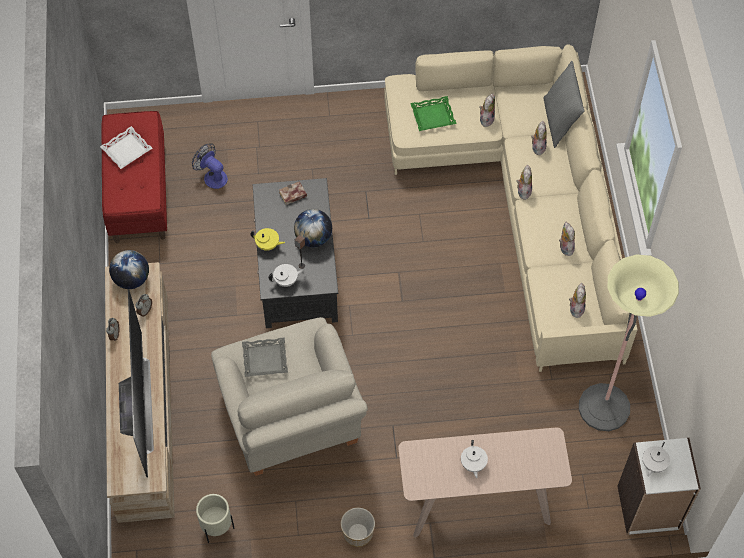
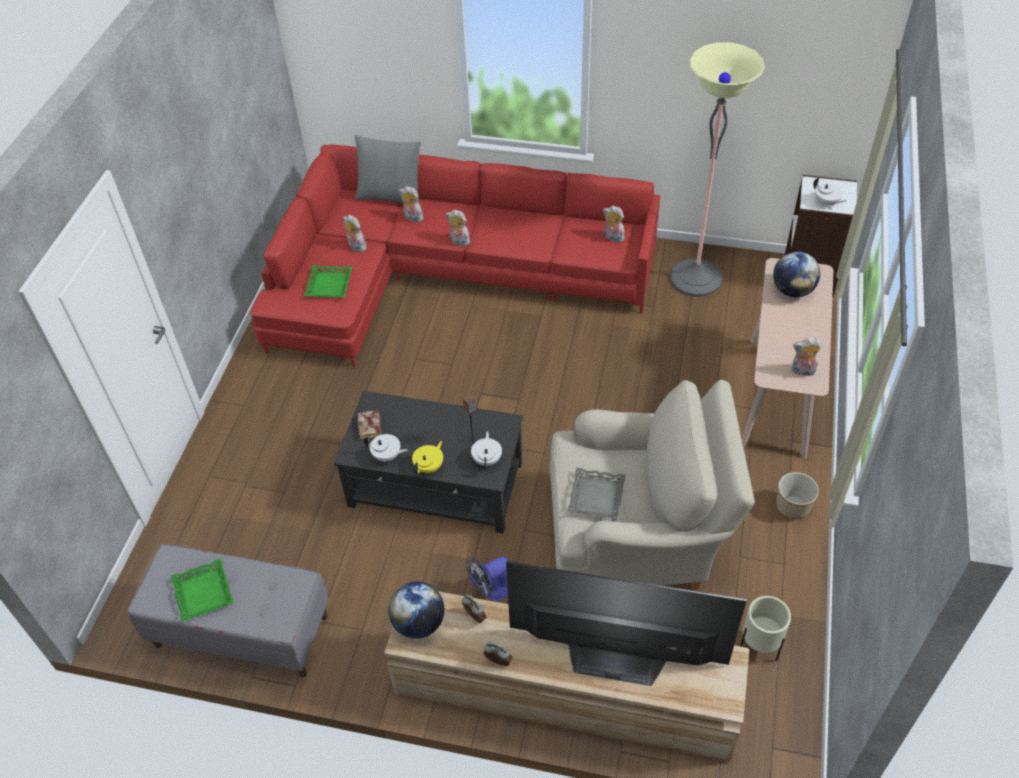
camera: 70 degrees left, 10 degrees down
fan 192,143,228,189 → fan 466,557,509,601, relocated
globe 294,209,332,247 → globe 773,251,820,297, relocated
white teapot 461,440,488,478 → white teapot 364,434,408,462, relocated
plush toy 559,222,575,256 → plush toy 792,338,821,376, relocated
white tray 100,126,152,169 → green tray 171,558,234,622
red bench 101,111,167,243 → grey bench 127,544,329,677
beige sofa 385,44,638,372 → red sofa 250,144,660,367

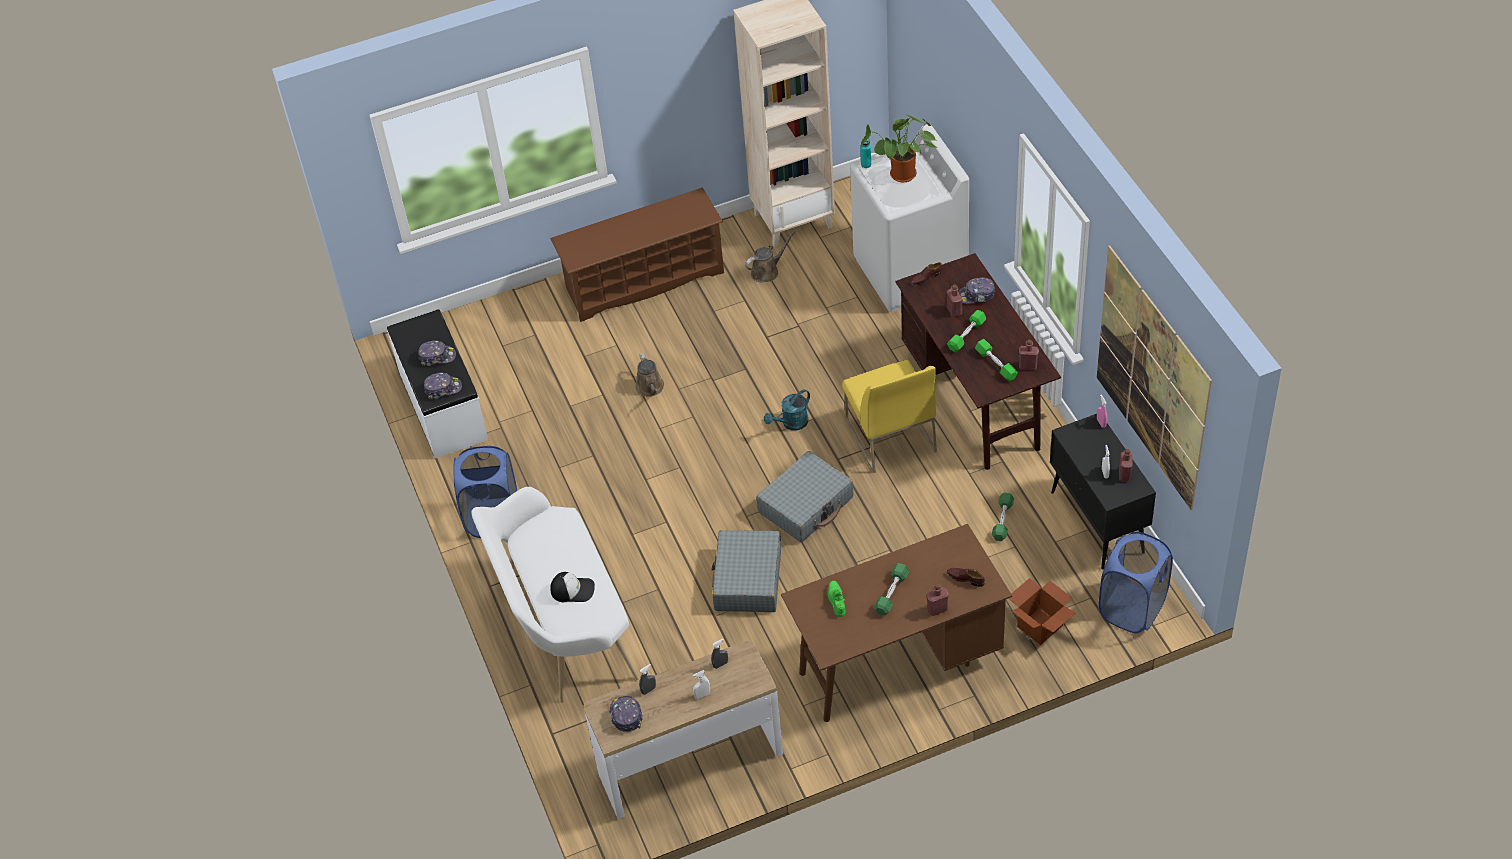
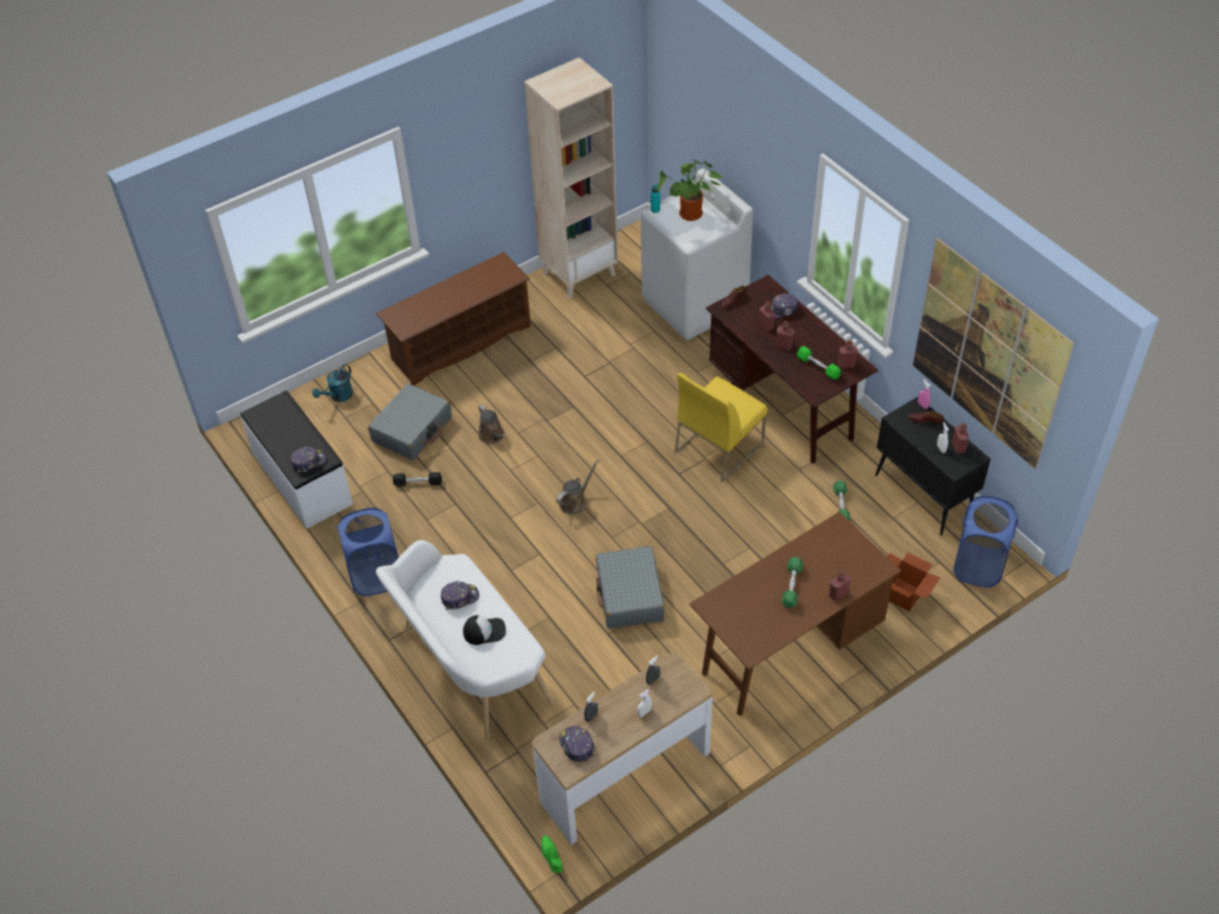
camera: 15 degrees left, 0 degrees up
- → black dumbbell 393,472,442,486
cap 418,340,456,366 → cap 441,581,479,610, relocated
brown watering can 745,231,796,282 → brown watering can 556,459,599,515, relocated
grey suitcase 756,451,853,542 → grey suitcase 368,384,452,460, relocated
turquoise watering can 764,389,810,430 → turquoise watering can 312,364,353,402, relocated
green shoe 828,581,846,617 → green shoe 541,835,562,873, relocated
brown shoe 947,568,985,587 → brown shoe 908,411,944,425, relocated
green dumbbell 947,310,986,353 → red bottle 776,321,794,350
yellow chair 842,360,937,473 → yellow chair 674,373,768,482, 75 degrees clockwise

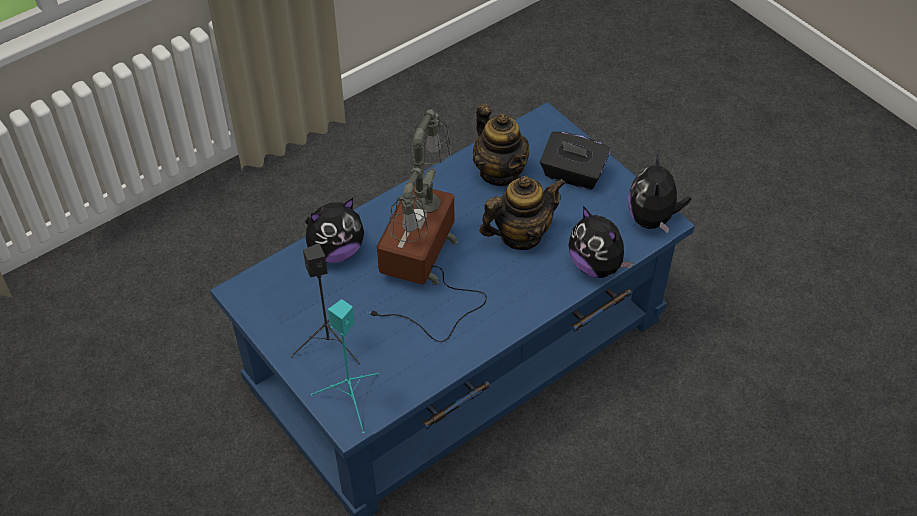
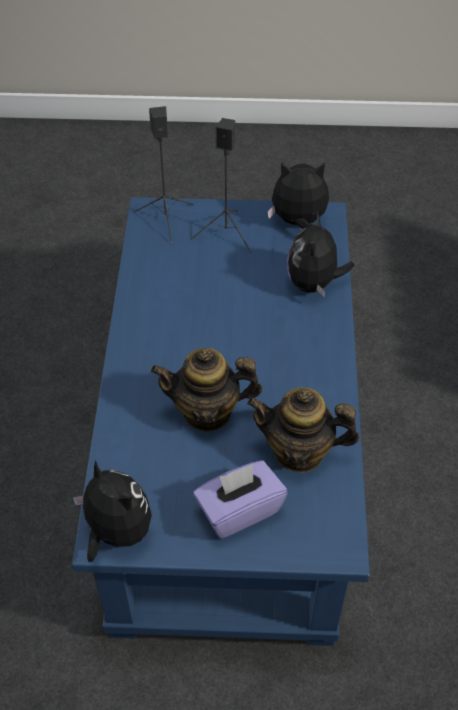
camera: 130 degrees right, 0 degrees up
table lamp 368,109,487,342 → -
plush toy 568,206,634,278 → plush toy 267,162,329,229, relocated
turquoise speaker 311,299,379,434 → black speaker 133,106,194,244
black tissue box 540,132,611,190 → purple tissue box 193,460,288,539
teapot 480,176,566,250 → teapot 151,348,262,432, 75 degrees clockwise

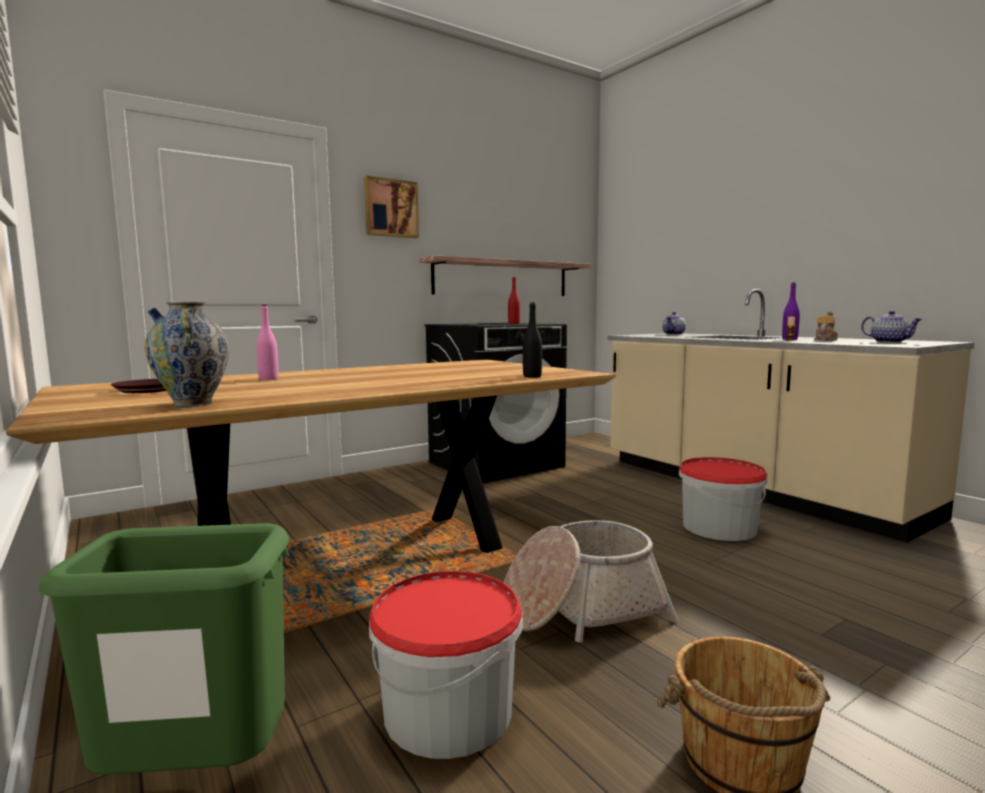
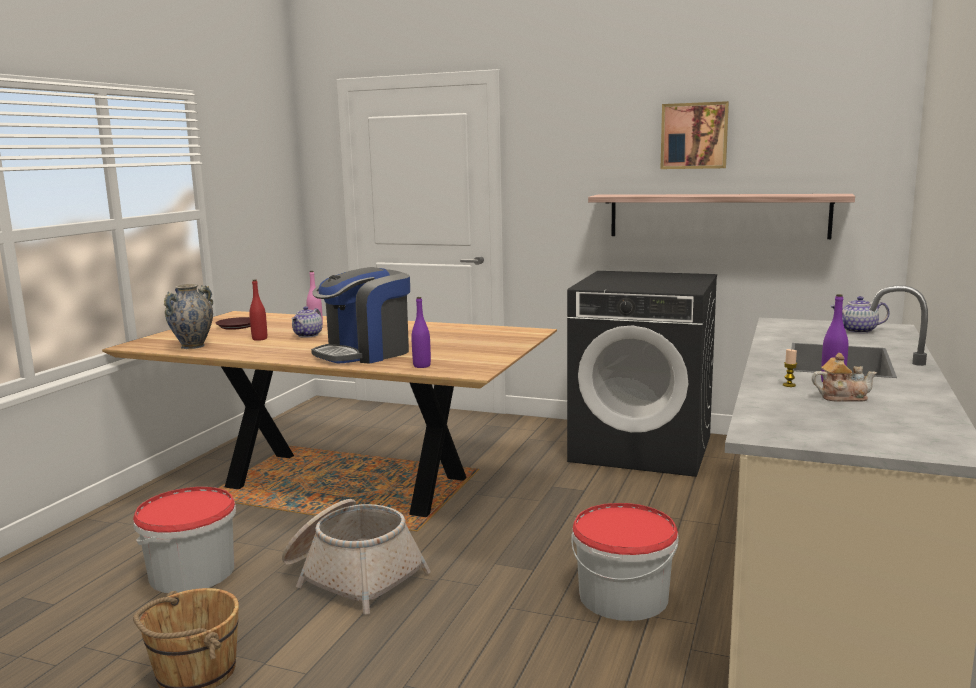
camera: 55 degrees right, 5 degrees up
green trash can 38,523,289,775 → -
- → coffee machine 311,267,410,364
picture 364,176,419,238 → picture 661,101,729,169, relocated
red bottle 508,277,520,324 → red bottle 249,280,267,341, relocated
teapot 861,311,923,343 → teapot 291,306,323,338, relocated
black bottle 523,302,542,377 → purple bottle 412,297,431,368

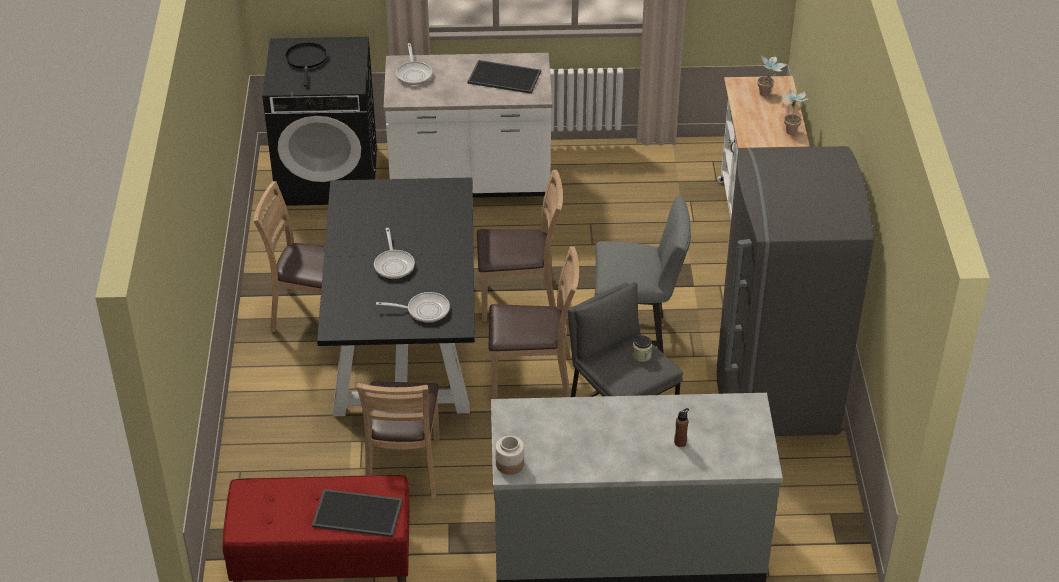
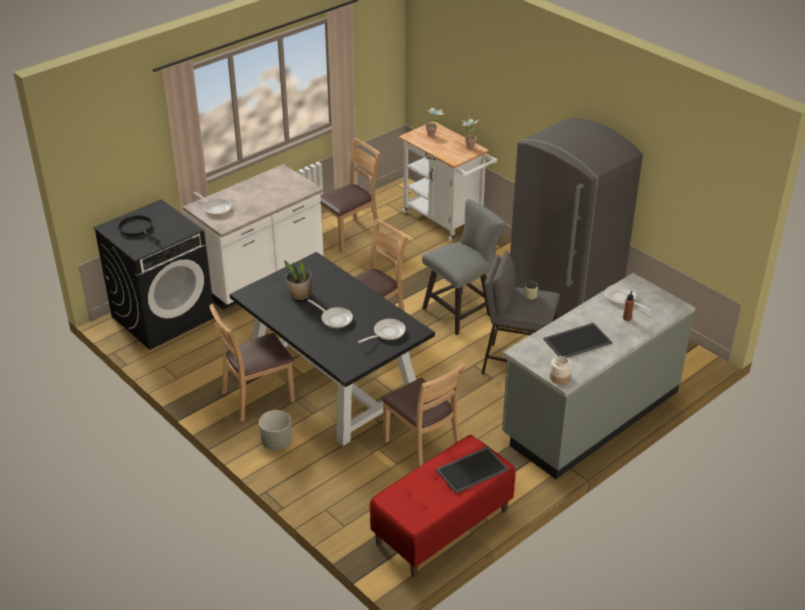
camera: 40 degrees left, 5 degrees down
- → grey planter 259,410,292,450
- → potted plant 285,261,312,300
- → frying pan 605,284,651,311
tray 467,60,541,94 → tray 543,323,612,358, relocated
brown chair 489,246,579,399 → brown chair 320,138,381,253, relocated

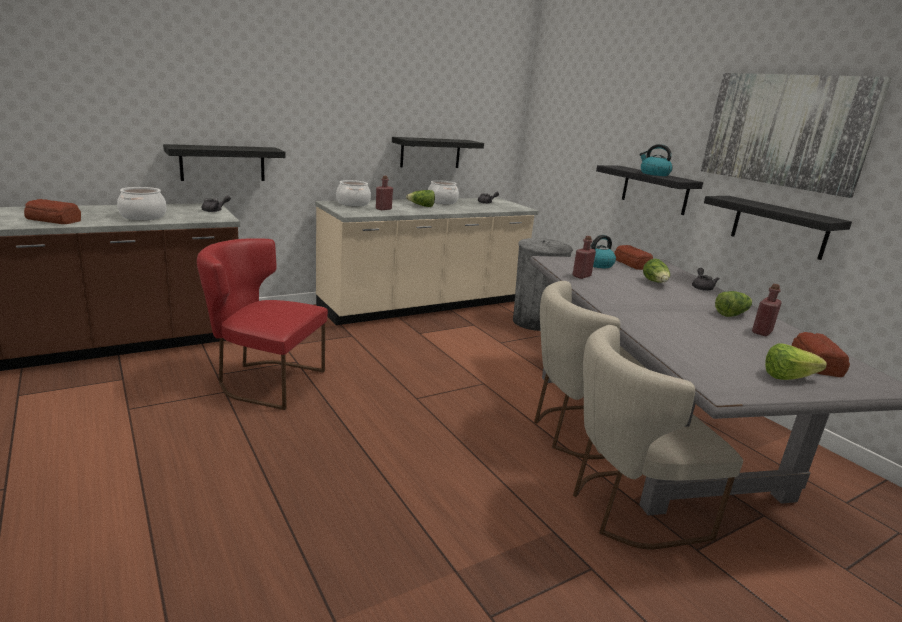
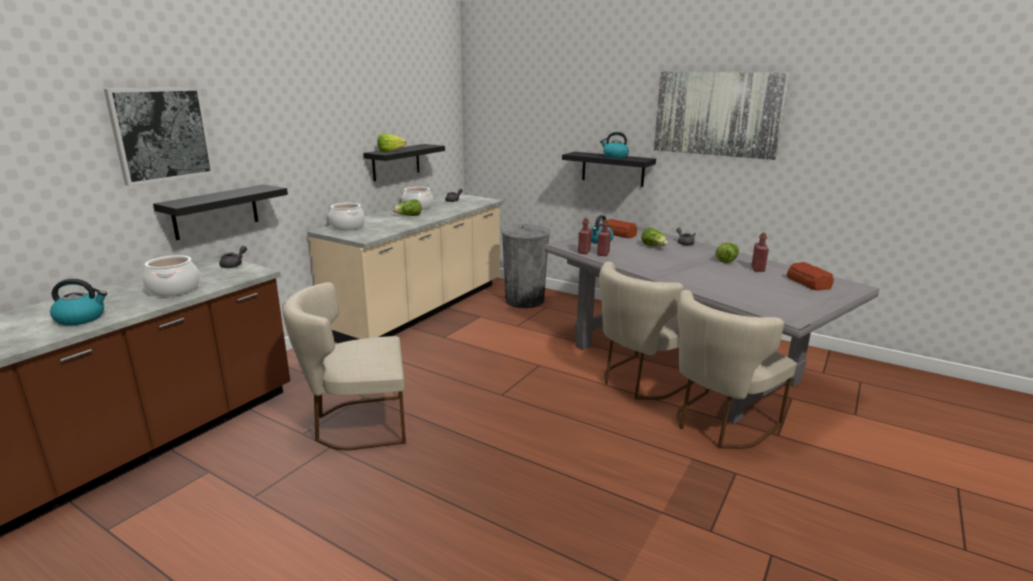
camera: 25 degrees left, 0 degrees up
black shelf 704,196,852,260 → -
- → picture 104,87,214,186
red bottle 376,176,393,210 → red bottle 578,218,592,254, relocated
lettuce 765,343,827,380 → lettuce 377,134,406,152, relocated
bread 24,199,81,224 → kettle 50,279,107,326
red chair 197,238,328,410 → beige chair 282,282,406,450

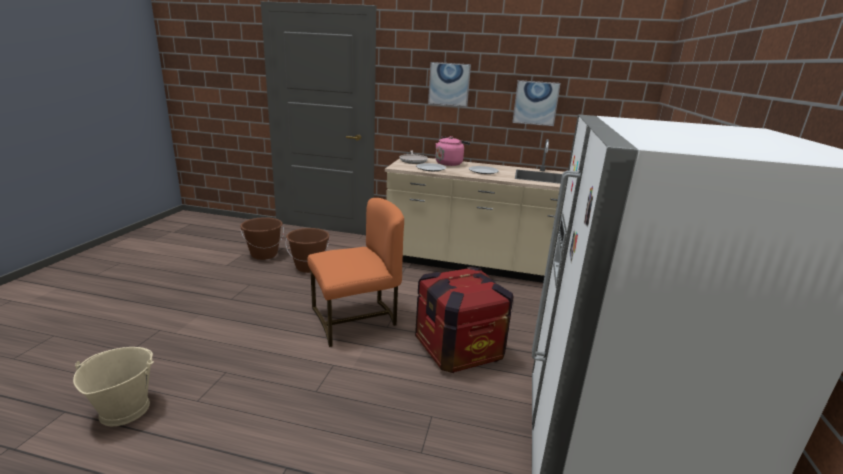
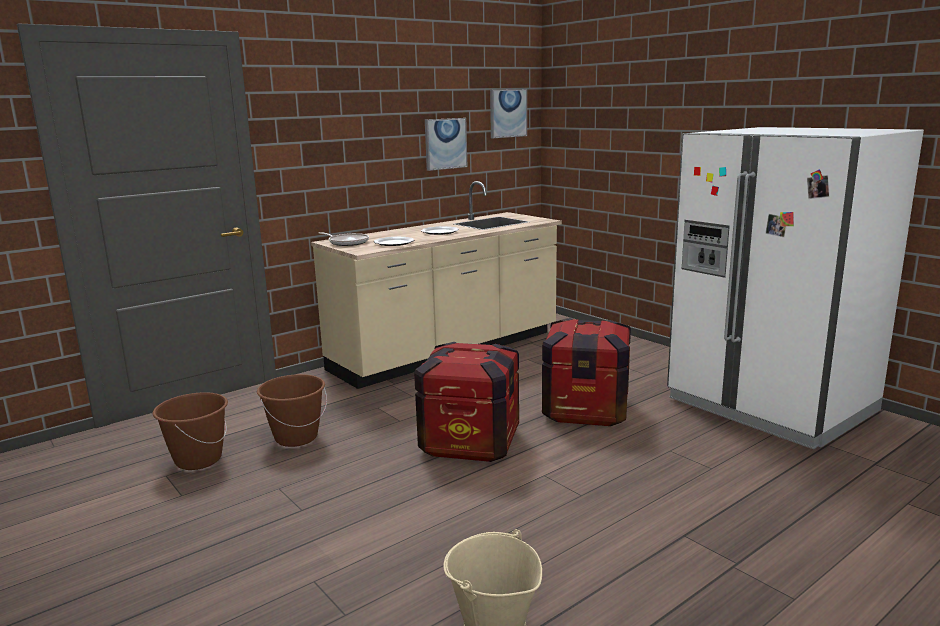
camera: 50 degrees left, 5 degrees down
pink kettle 435,136,470,166 → -
picture 428,62,471,107 → picture 490,89,527,138, relocated
orange chair 307,198,404,347 → crate 414,342,519,462

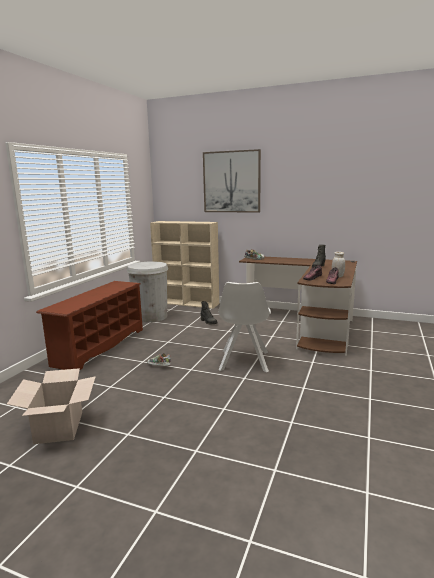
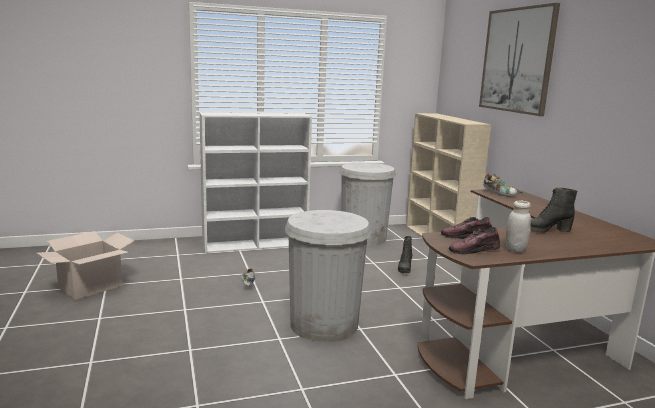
camera: 50 degrees right, 0 degrees up
brown shoe rack 36,281,143,371 → white bookcase 199,113,312,253
white chair 218,282,271,372 → white trash can 285,210,371,342

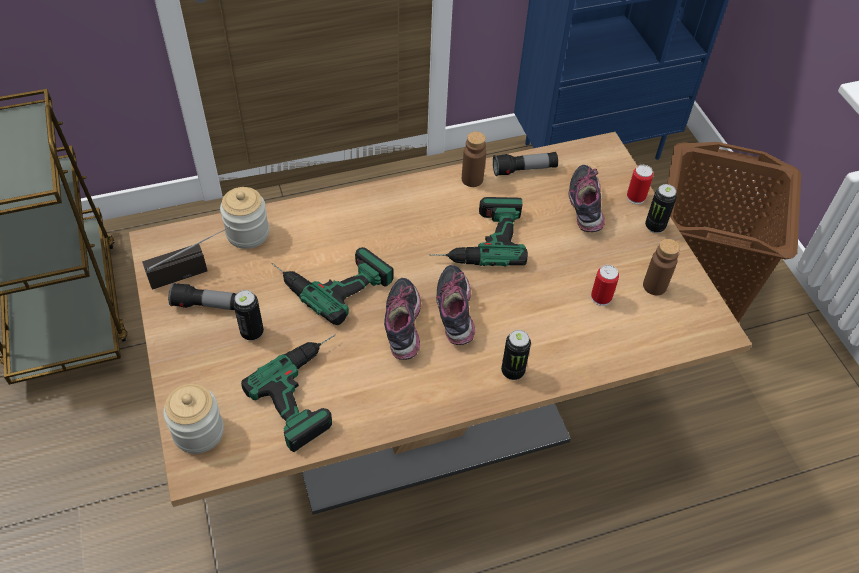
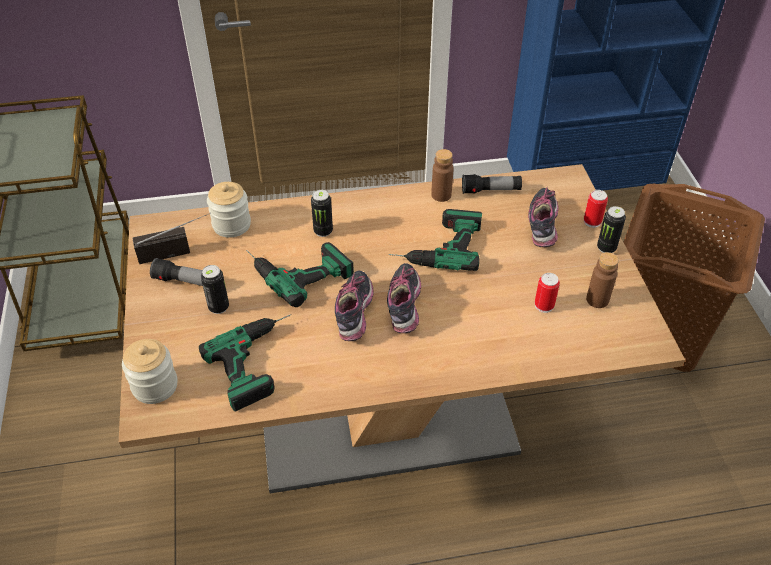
camera: 10 degrees right, 5 degrees down
can 501,330,531,380 → can 311,190,333,237, relocated

